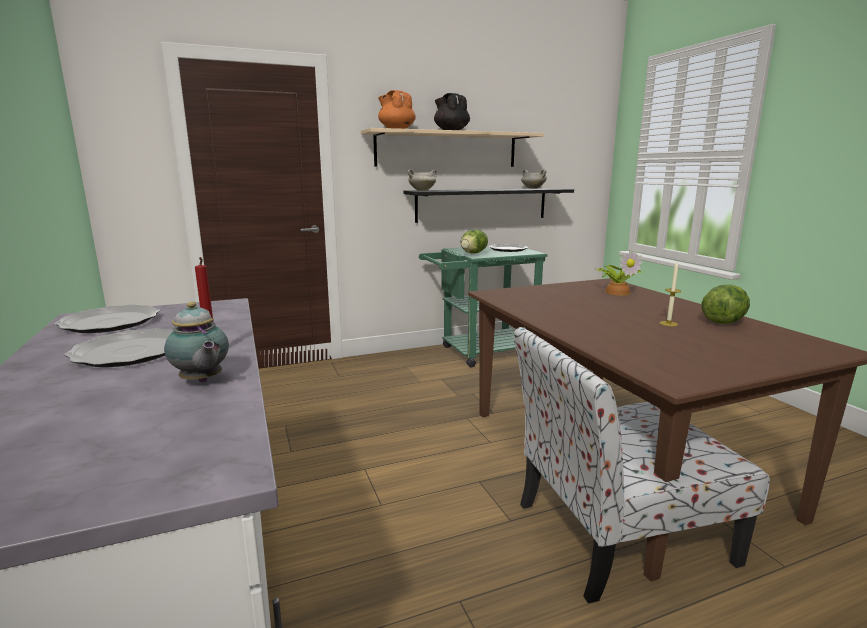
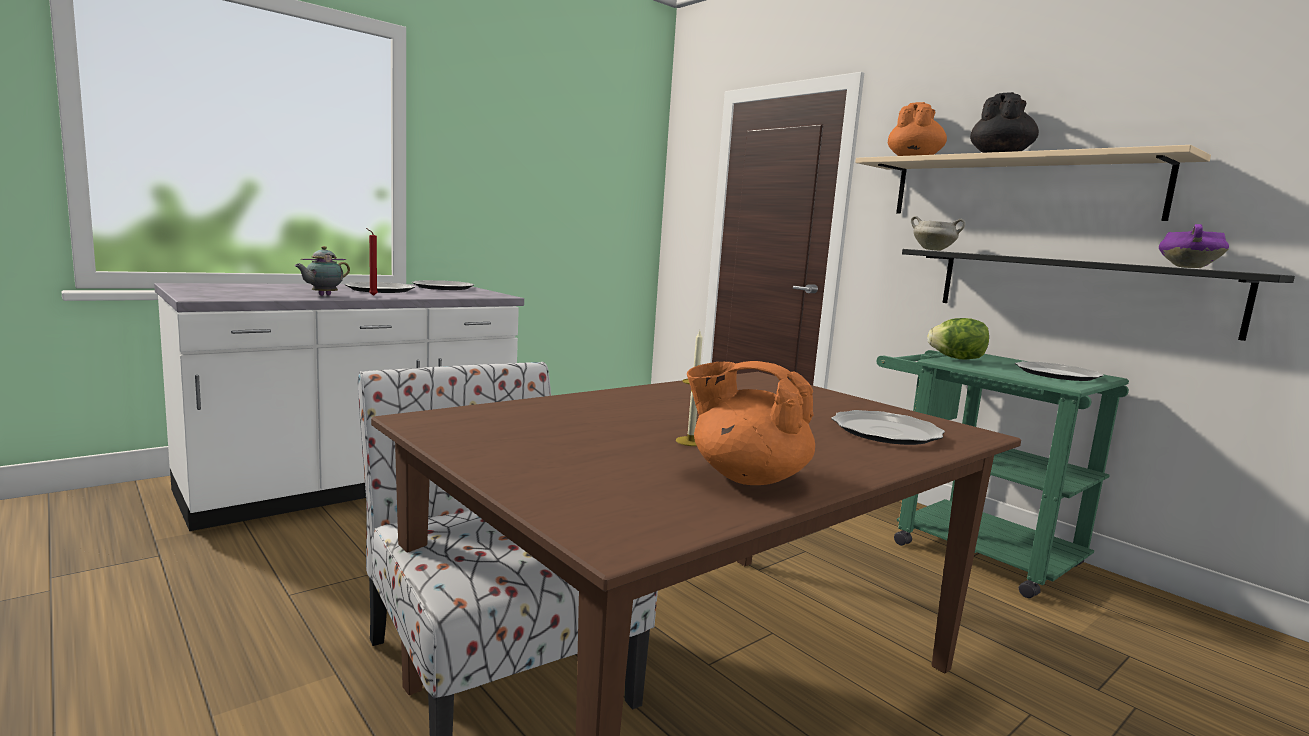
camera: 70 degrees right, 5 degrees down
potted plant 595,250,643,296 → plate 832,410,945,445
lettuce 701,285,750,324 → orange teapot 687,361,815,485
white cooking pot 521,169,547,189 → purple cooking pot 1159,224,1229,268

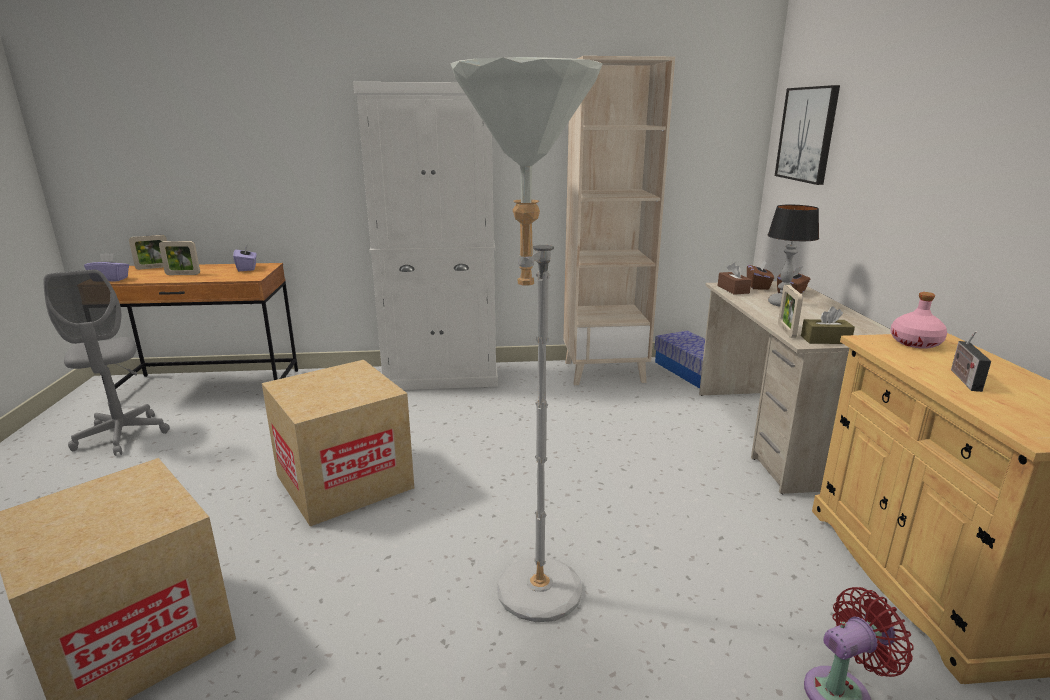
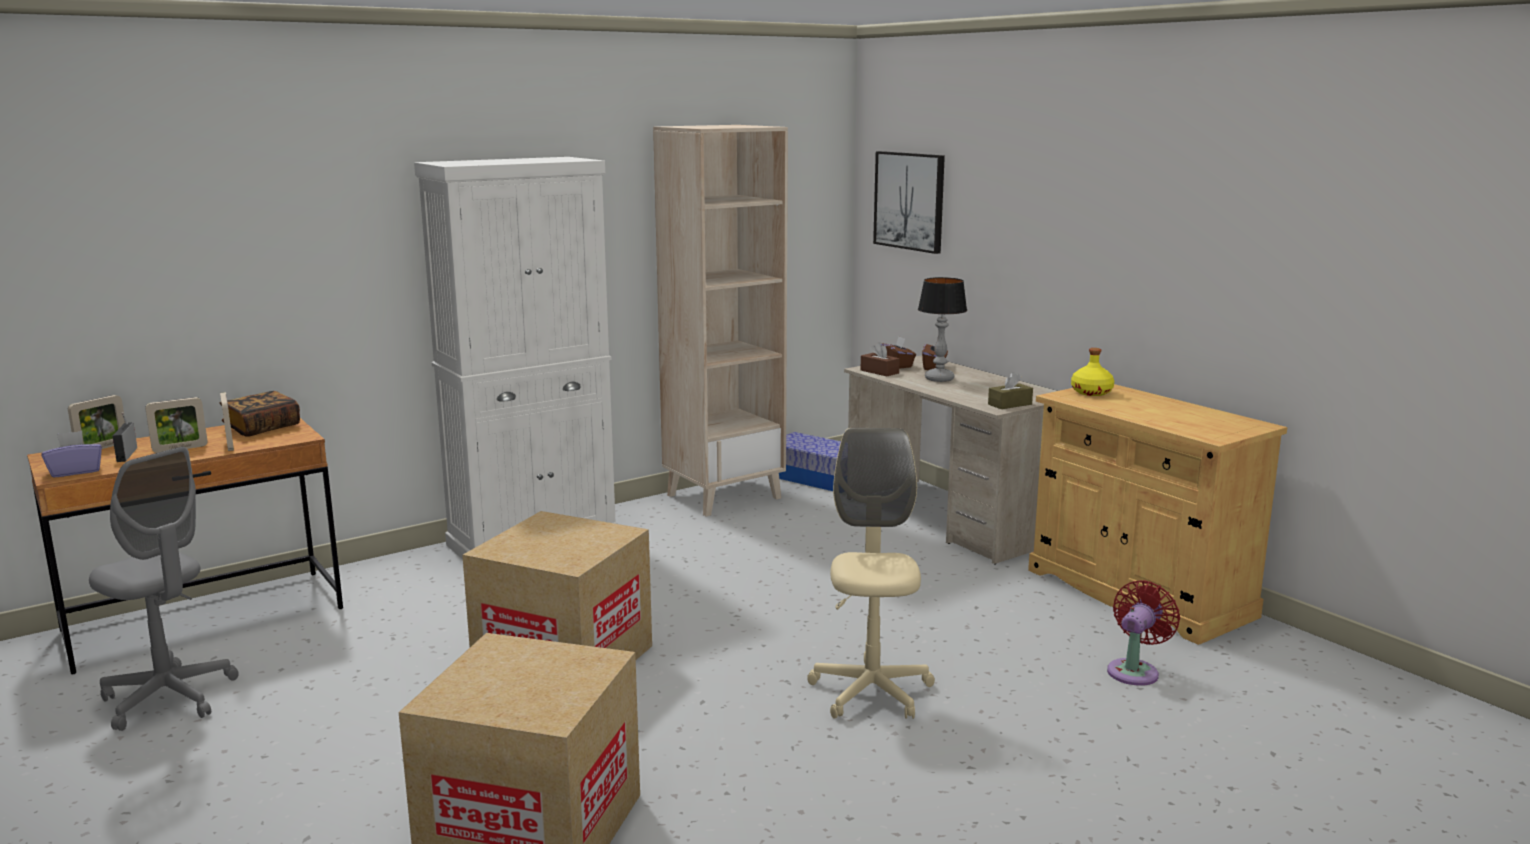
camera: 30 degrees left, 5 degrees down
picture frame 778,285,803,338 → picture frame 220,392,234,451, relocated
radio 951,331,991,392 → radio 112,412,137,462, relocated
purple tissue box 233,244,257,271 → book 220,391,300,437
grey floor lamp 450,57,603,622 → beige office chair 807,428,935,719
pink bottle 890,292,947,349 → yellow bottle 1071,348,1114,396

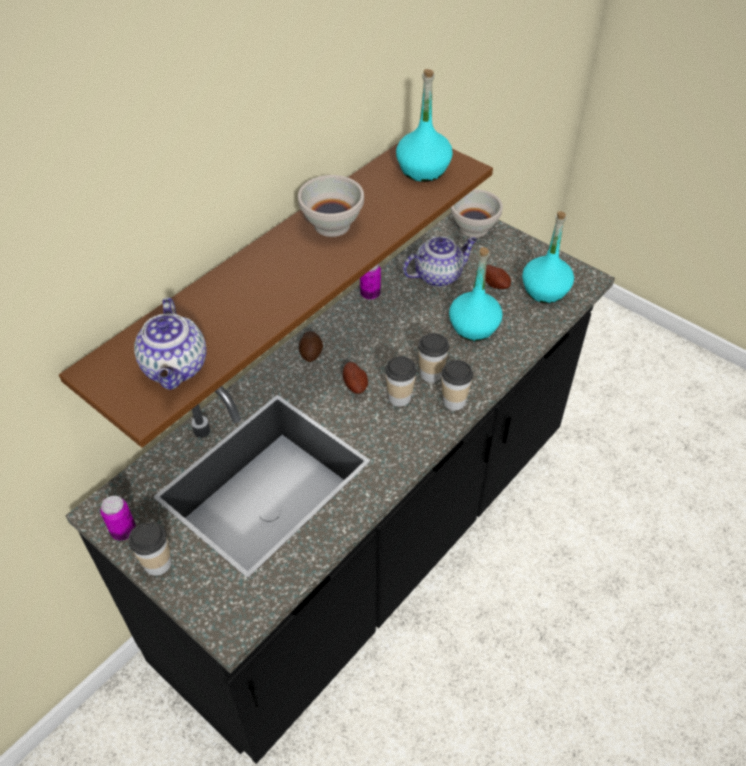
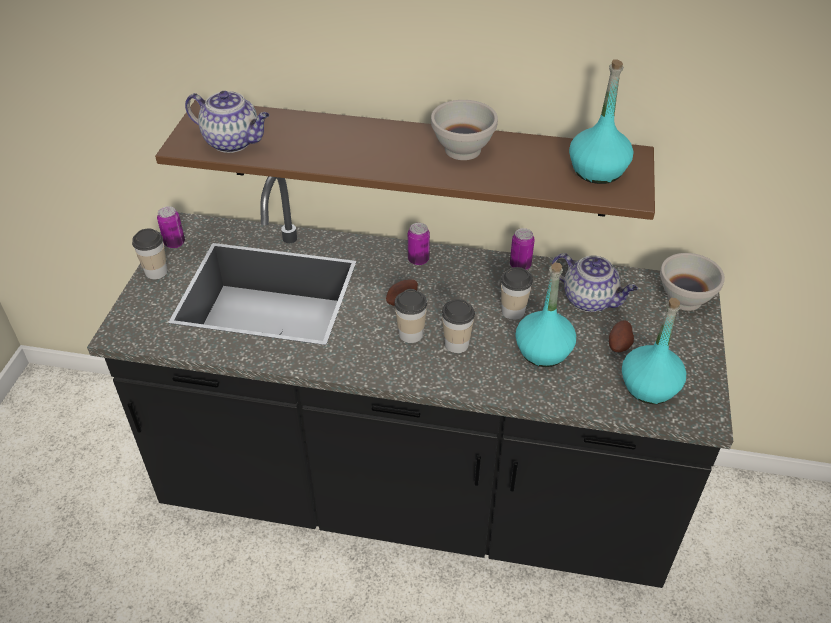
camera: 60 degrees right, 5 degrees down
cup 441,360,473,410 → cup 501,267,533,320, relocated
potato 299,331,323,362 → can 408,223,430,265
teapot 134,298,207,390 → teapot 185,91,270,153, 120 degrees counterclockwise

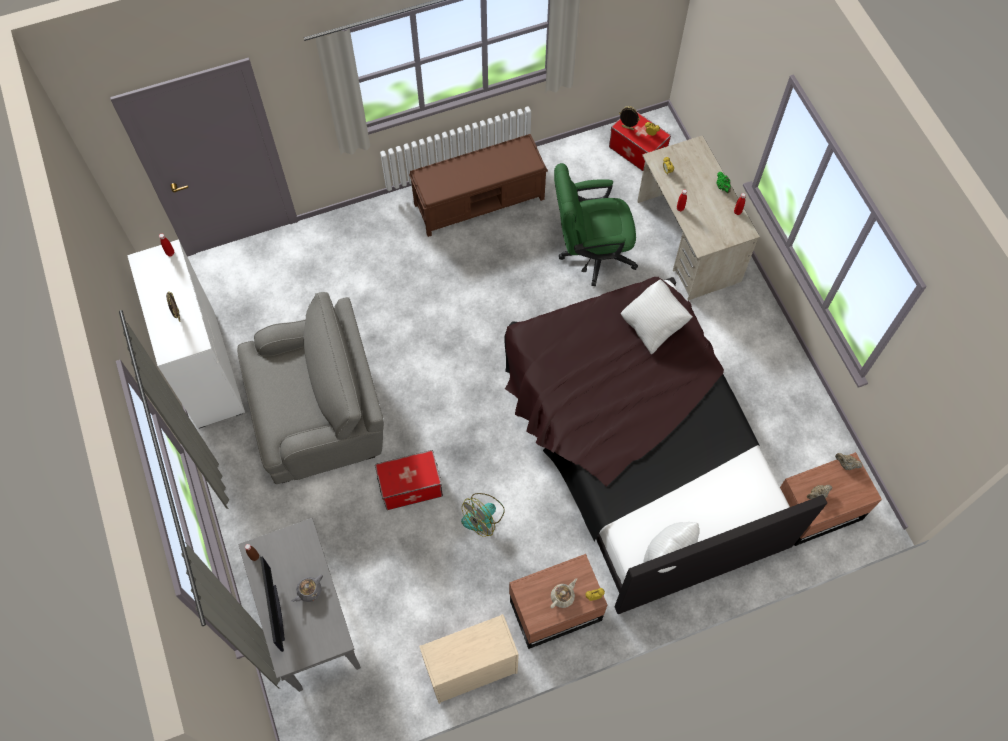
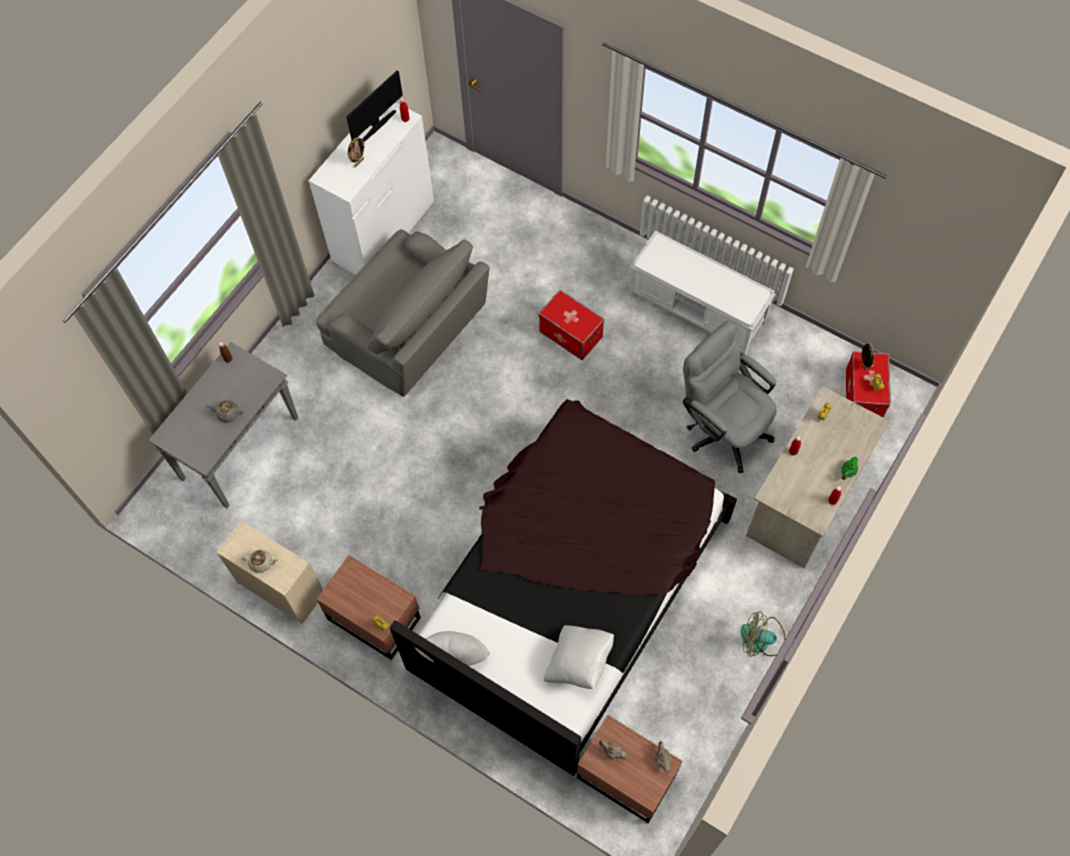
camera: 55 degrees right, 0 degrees up
monitor 260,556,285,652 → monitor 346,70,403,142, relocated
storage box 375,450,443,510 → storage box 538,290,604,360, relocated
fan 461,493,505,537 → fan 741,611,785,657, relocated
beige teapot 550,578,577,608 → beige teapot 241,550,278,573, relocated
white pillow 621,279,693,354 → white pillow 544,625,614,689, relocated
brown bench 409,134,548,237 → white bench 629,231,775,354
green office chair 554,163,638,286 → grey office chair 683,321,777,473

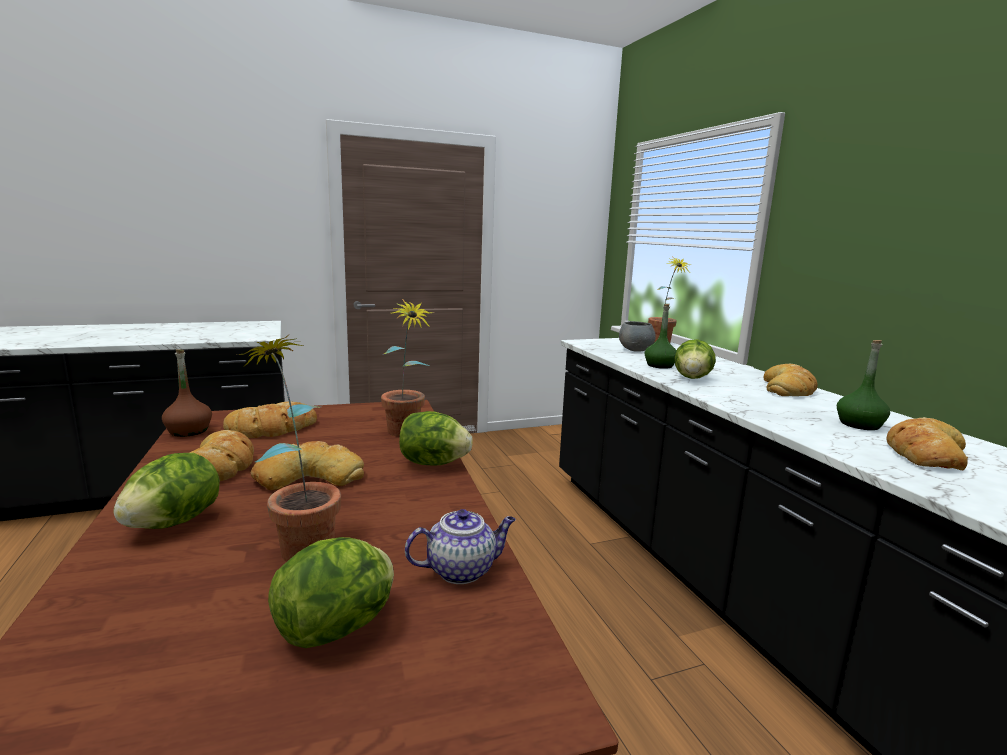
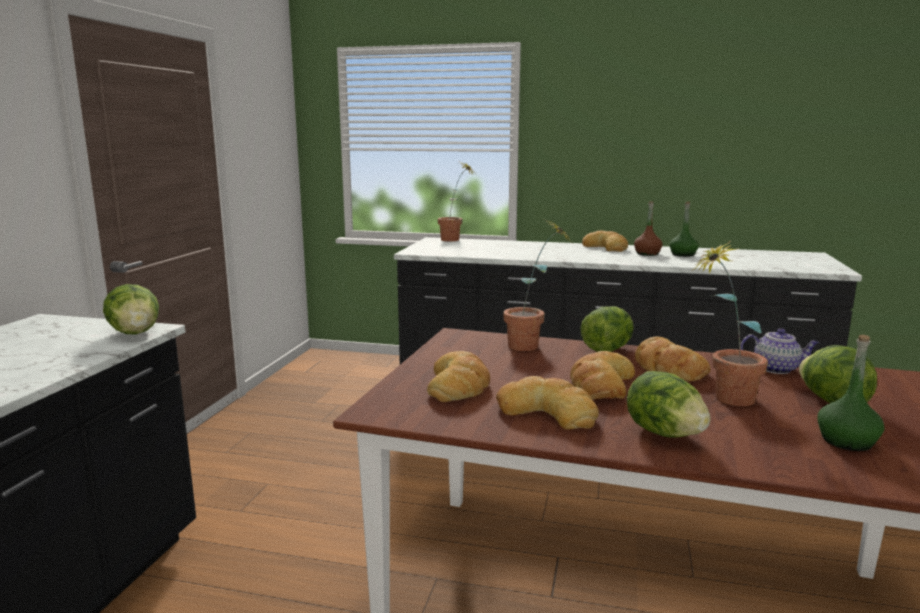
camera: 55 degrees left, 0 degrees up
grey bowl 619,321,656,352 → -
brown bottle 162,349,212,437 → brown bottle 634,201,662,256, relocated
green bottle 645,304,677,369 → green bottle 817,335,885,451, relocated
lettuce 674,339,716,379 → lettuce 103,284,159,334, relocated
bread 886,417,968,470 → bread 635,336,711,381, relocated
teapot 405,509,516,584 → teapot 740,328,819,374, 90 degrees clockwise

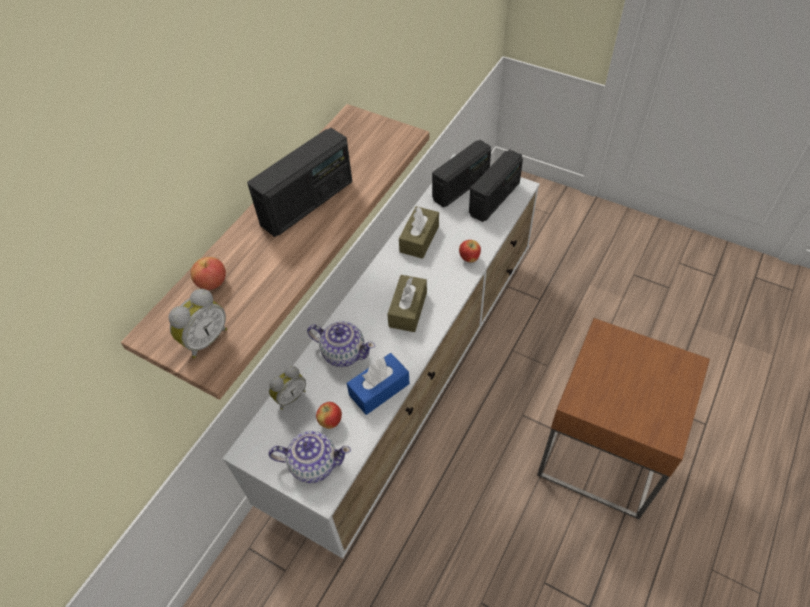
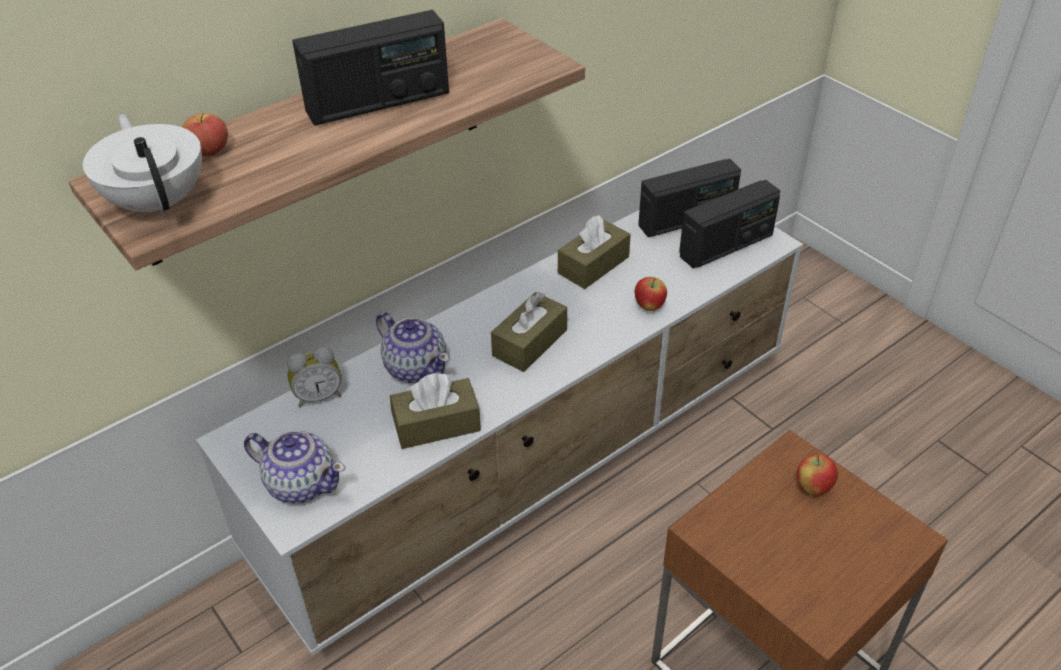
camera: 20 degrees right, 10 degrees down
apple 316,402,342,429 → apple 797,454,838,496, relocated
alarm clock 169,289,227,358 → white teapot 83,114,202,217
blue tissue box 347,353,410,415 → brown tissue box 390,373,481,449

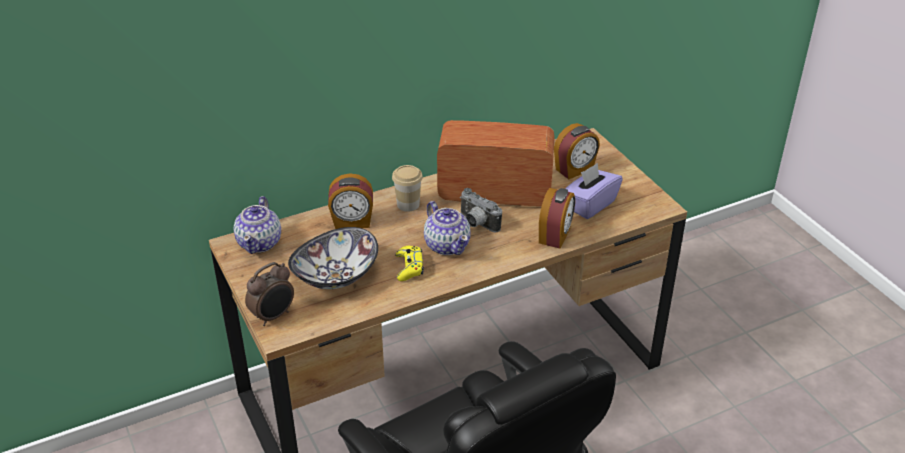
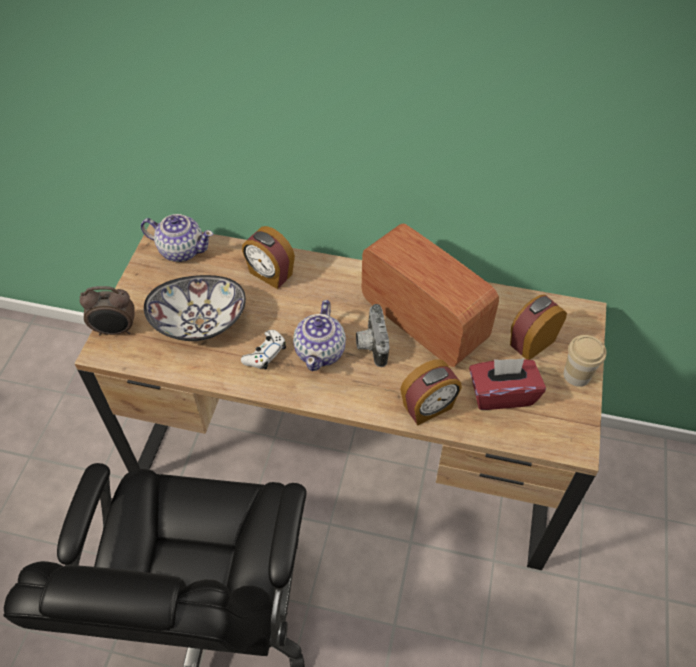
camera: 40 degrees right, 15 degrees up
cup 392,165,423,212 → cup 564,335,606,387, relocated
yellow game controller 395,246,424,281 → white game controller 241,330,286,370
purple tissue box 565,163,623,219 → red tissue box 469,358,546,410
teapot 234,196,281,254 → teapot 141,214,213,262, 120 degrees counterclockwise
alarm clock 554,123,600,179 → alarm clock 510,295,567,360, 135 degrees clockwise

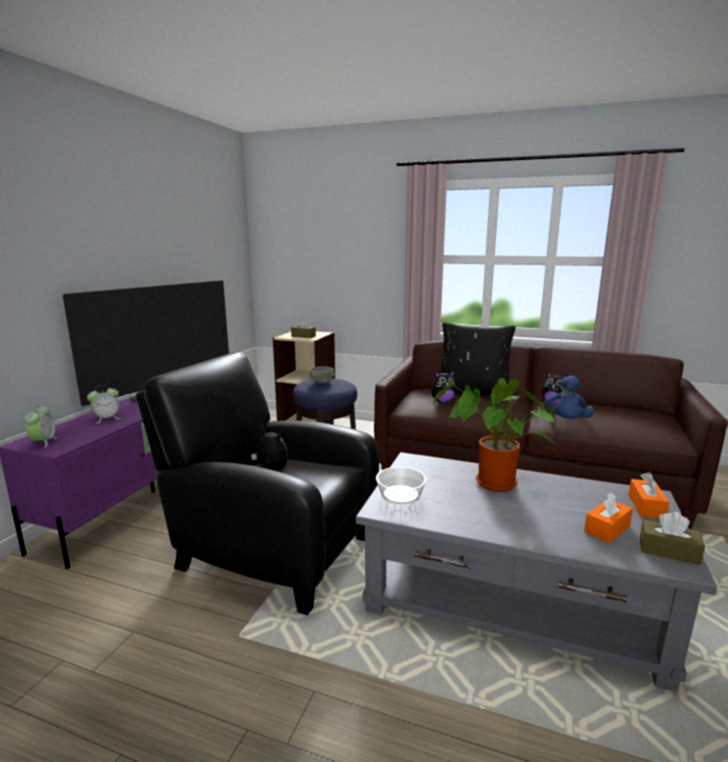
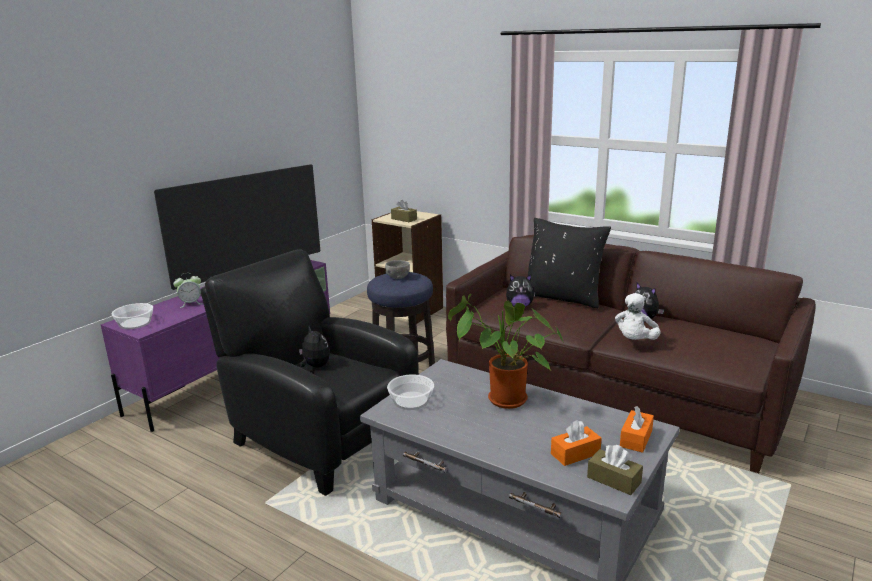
camera: 15 degrees right, 5 degrees up
alarm clock 25,404,58,448 → bowl 111,303,153,329
blue plush toy 544,376,594,419 → white plush toy 615,293,661,340

